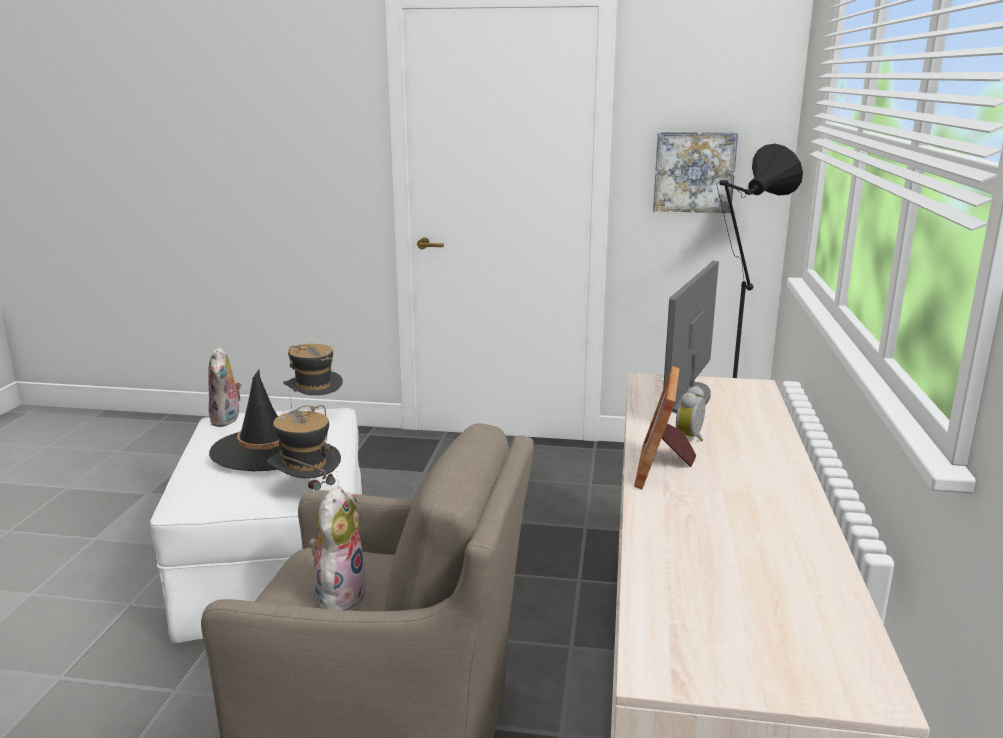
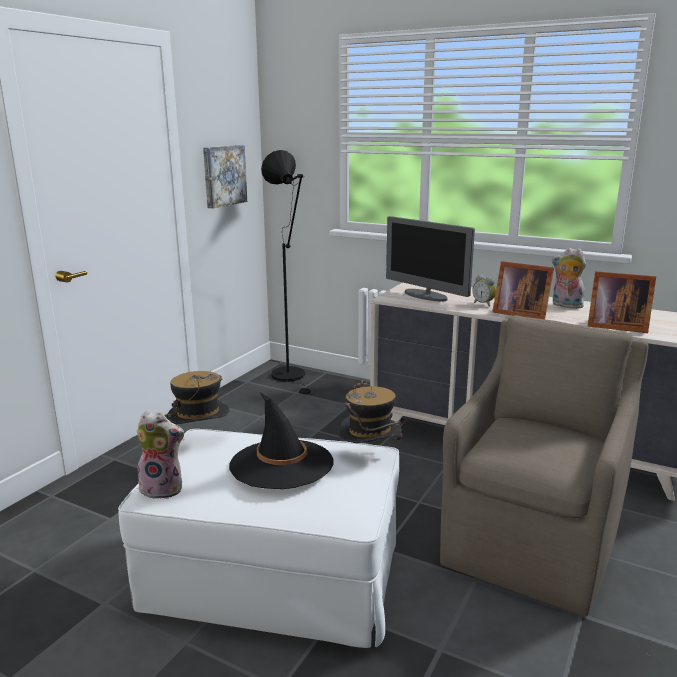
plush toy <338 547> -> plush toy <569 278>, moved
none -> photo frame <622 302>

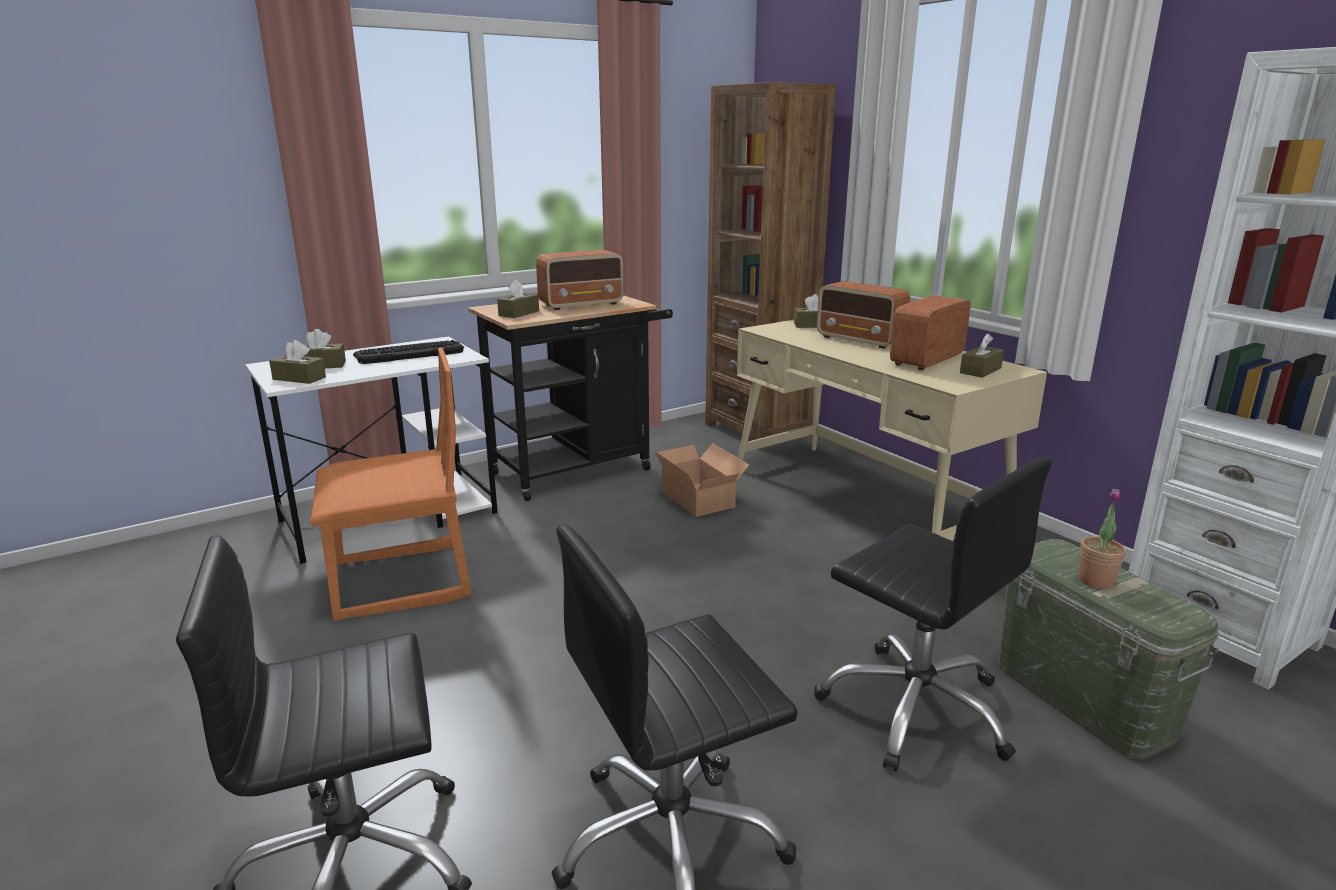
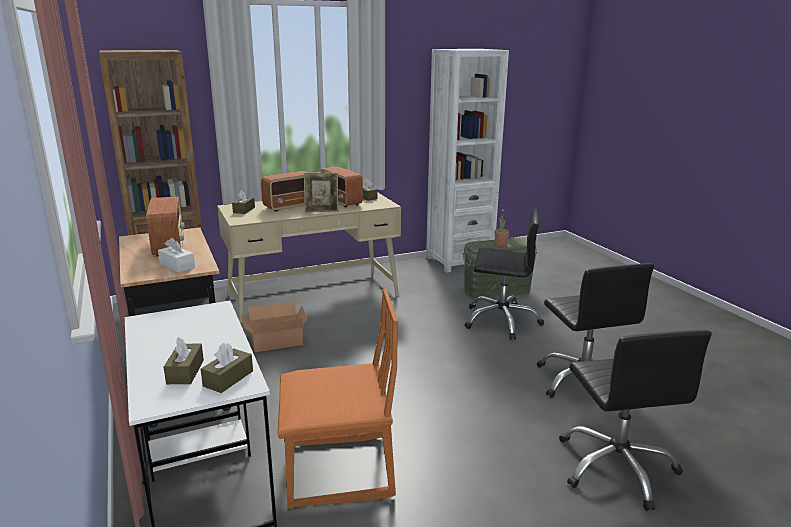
brown-coloured box of tissues <518 299> -> white-coloured box of tissues <176 255>
keyboard <408 352> -> none
orange-coloured plain chair <390 484> -> orange-coloured plain chair <337 398>, 90 degrees clockwise
blackish computer chair <933 614> -> blackish computer chair <504 273>, 45 degrees clockwise
none -> photo frame <321 193>

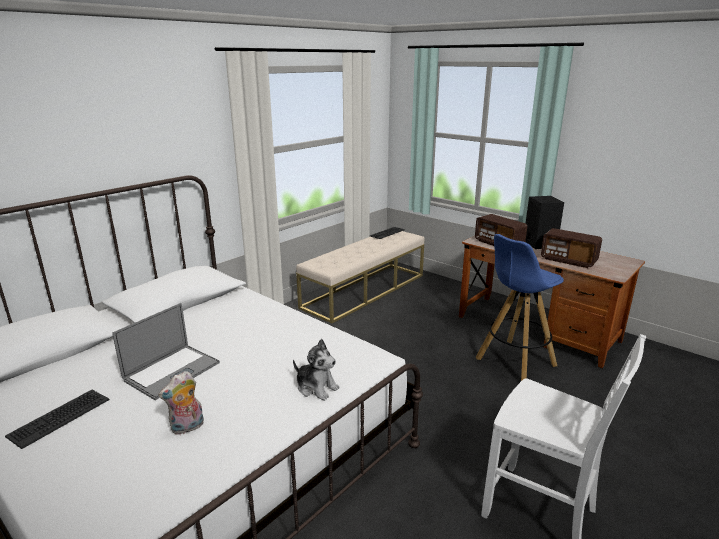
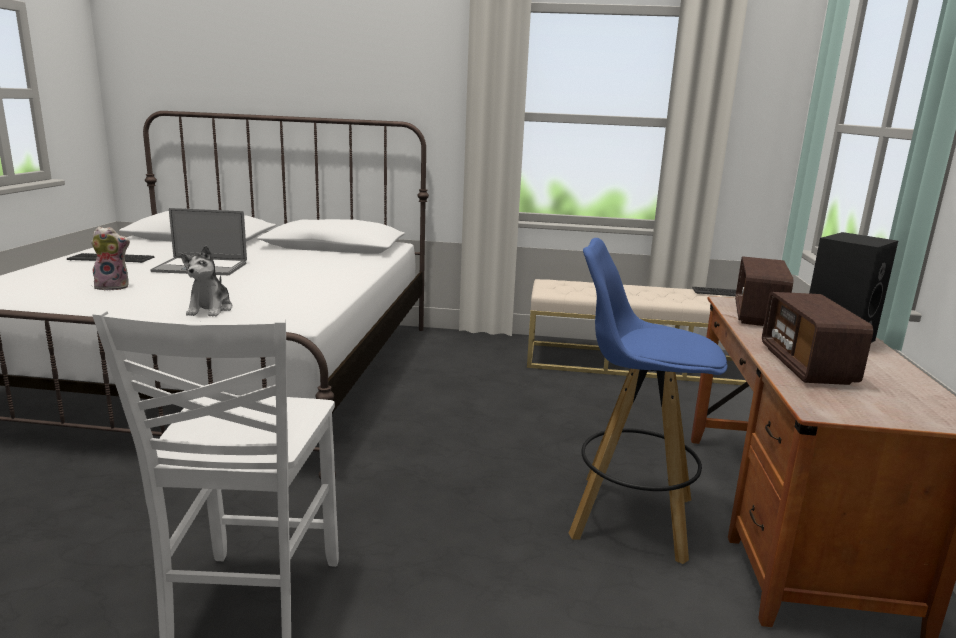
plush toy <181 403> -> plush toy <110 259>, 150 degrees clockwise

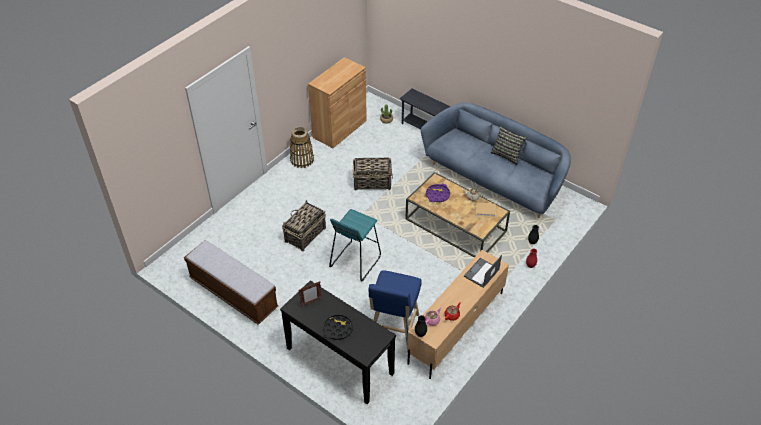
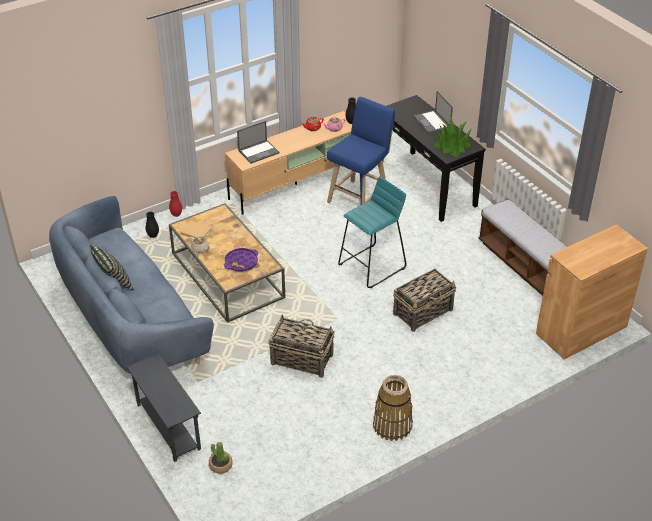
brown-coloured storage cabinet <337 102> -> brown-coloured storage cabinet <592 291>, moved
photo frame <310 294> -> houseplant <452 136>
blackish carrying tray <338 327> -> notebook computer <433 112>

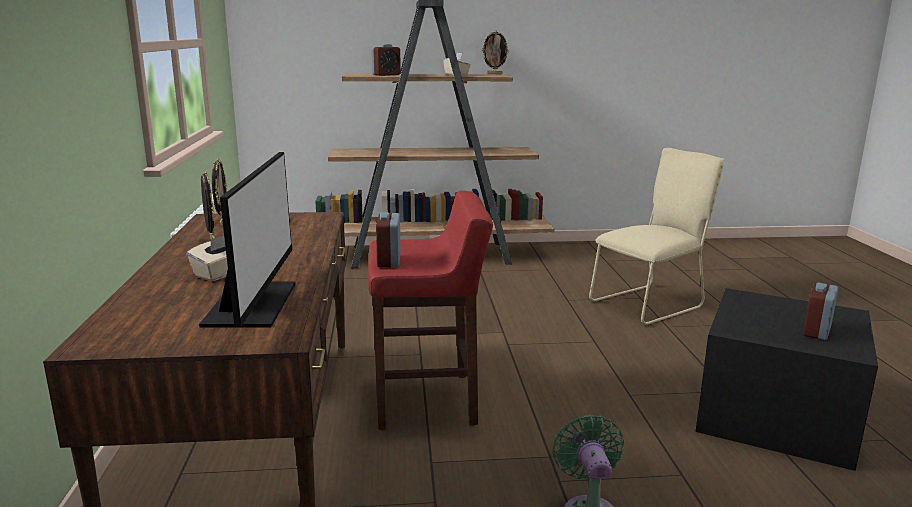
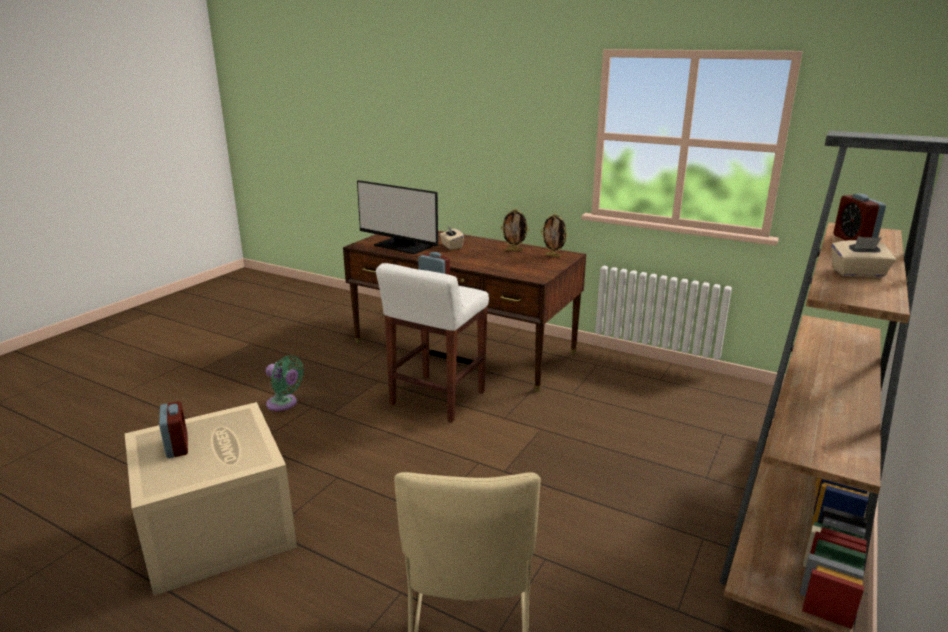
photo frame <495 52> -> none
red-coloured sitting stool <430 310> -> white-coloured sitting stool <432 343>
blackish storage box <786 379> -> beige storage box <211 499>

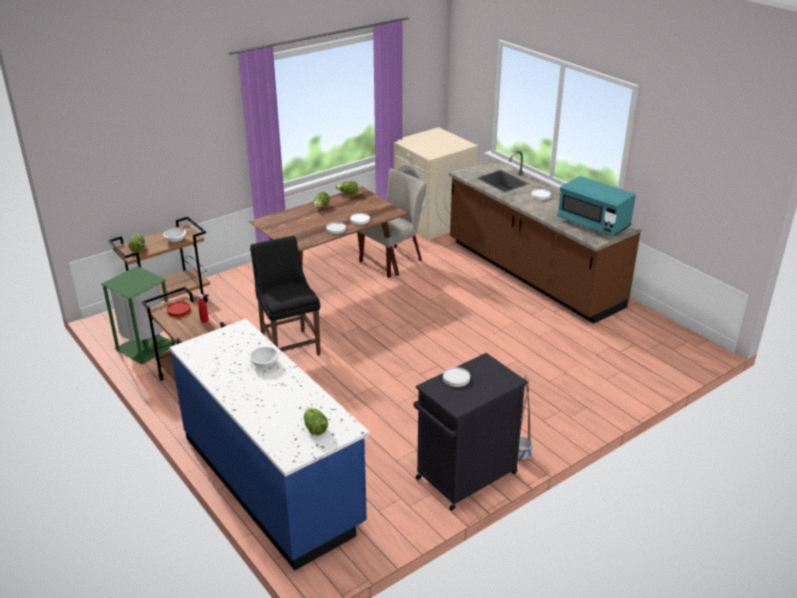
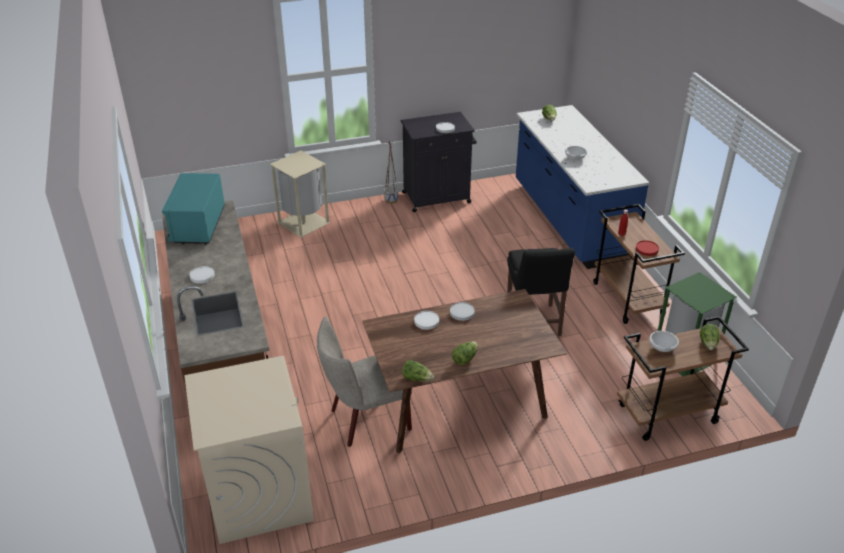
blue-green microwave oven <596 206> -> blue-green microwave oven <193 209>, 150 degrees counterclockwise
none -> beige trash can <300 194>

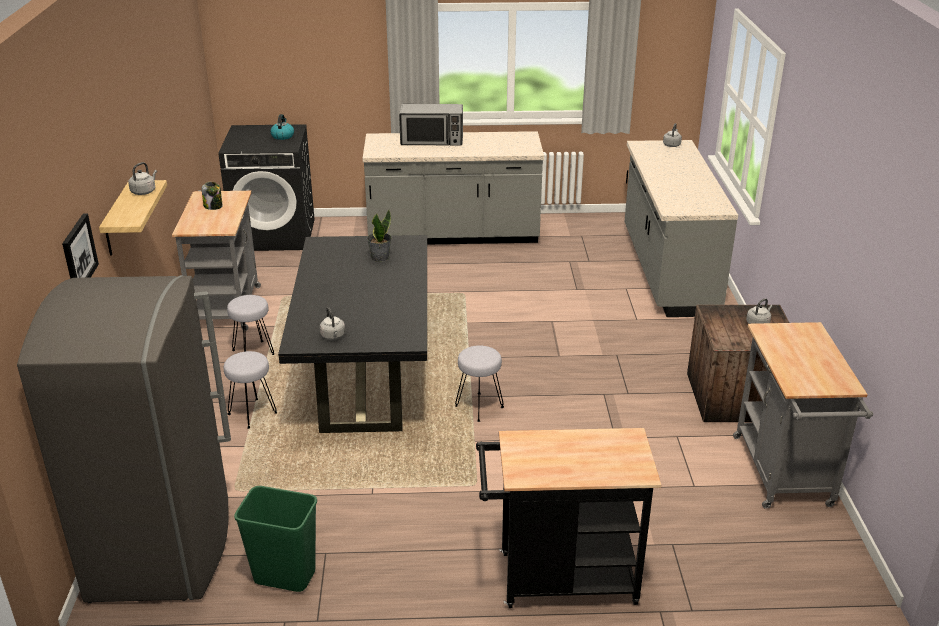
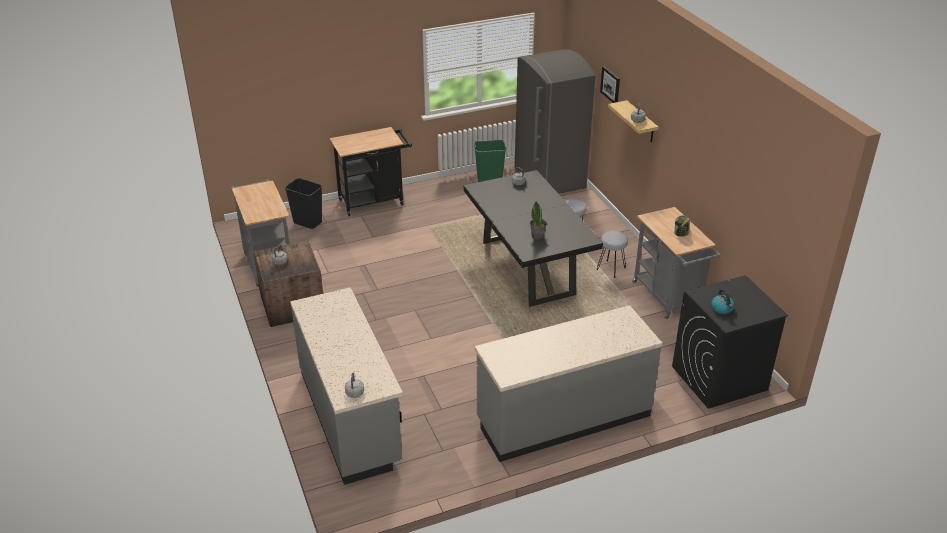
microwave oven <431 125> -> none
gray sitting stool <479 384> -> none
none -> blackish trash can <303 203>

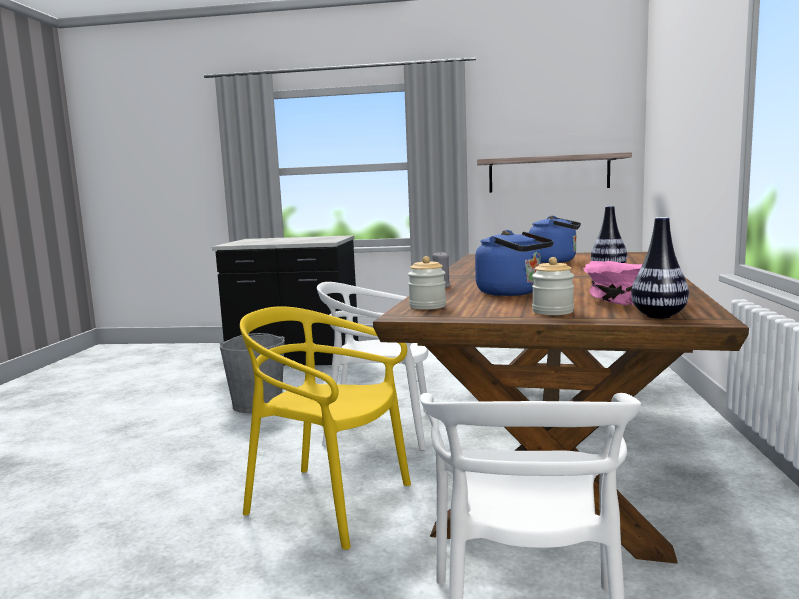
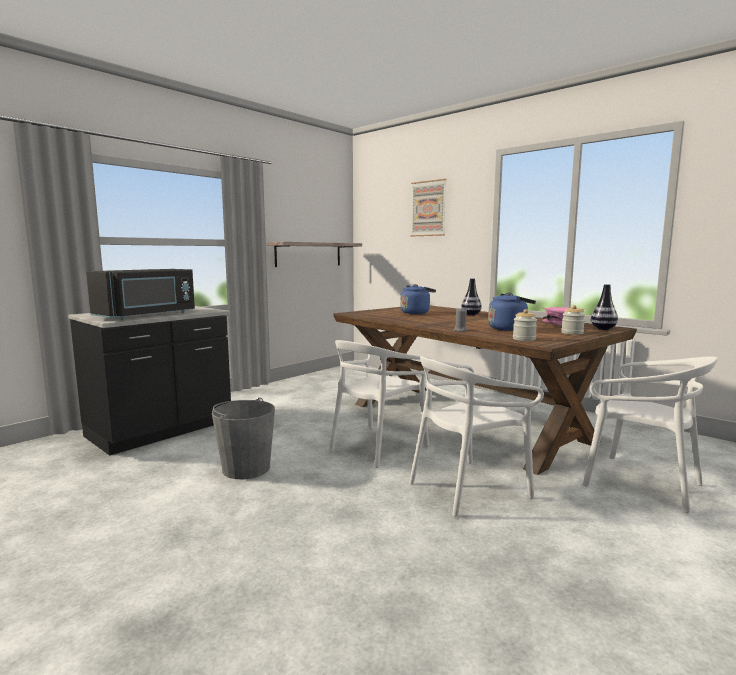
yellow plain chair <325 428> -> white-coloured plain chair <476 436>
none -> wall art <428 207>
none -> blackish microwave oven <140 294>

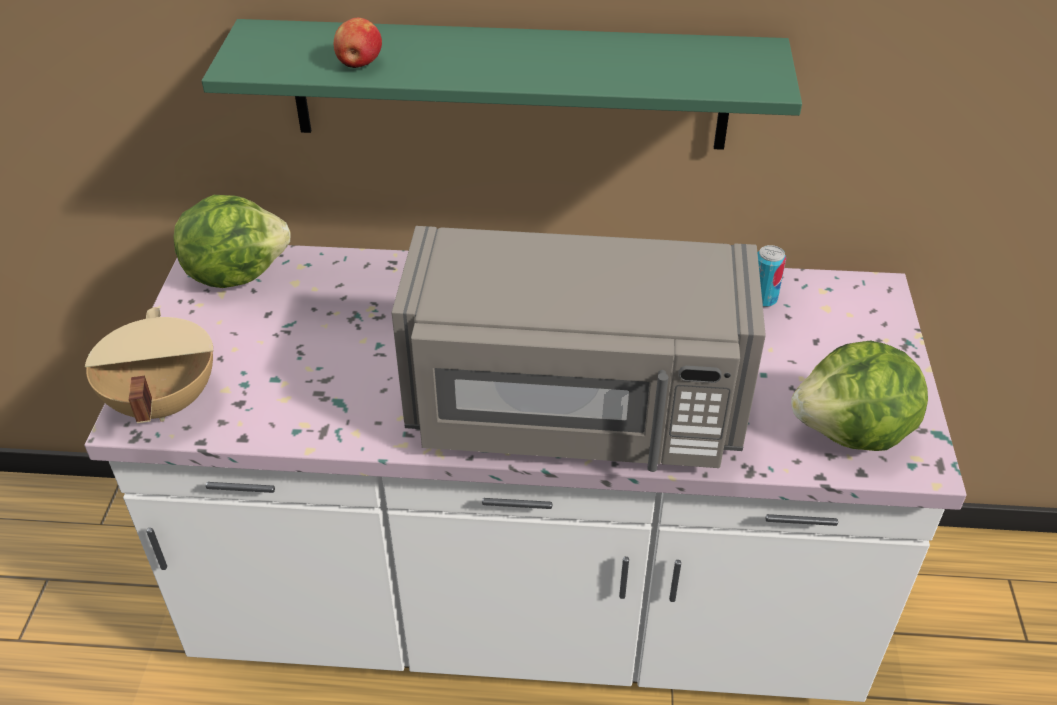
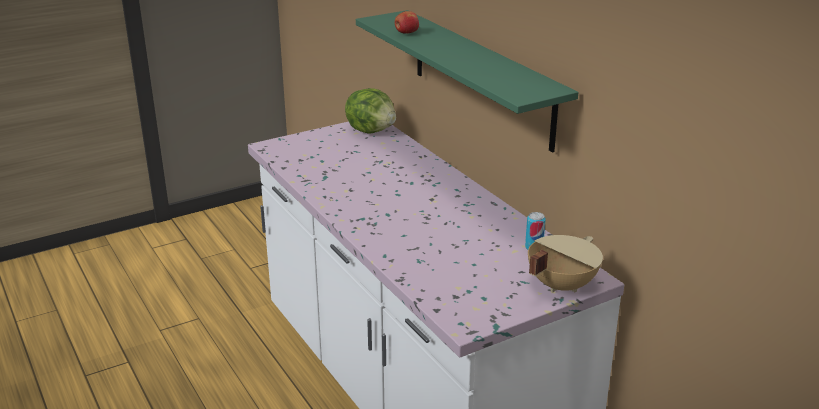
gray microwave oven <579 349> -> none
beige stockpot <149 365> -> beige stockpot <565 264>, moved
lettuce head <859 395> -> none

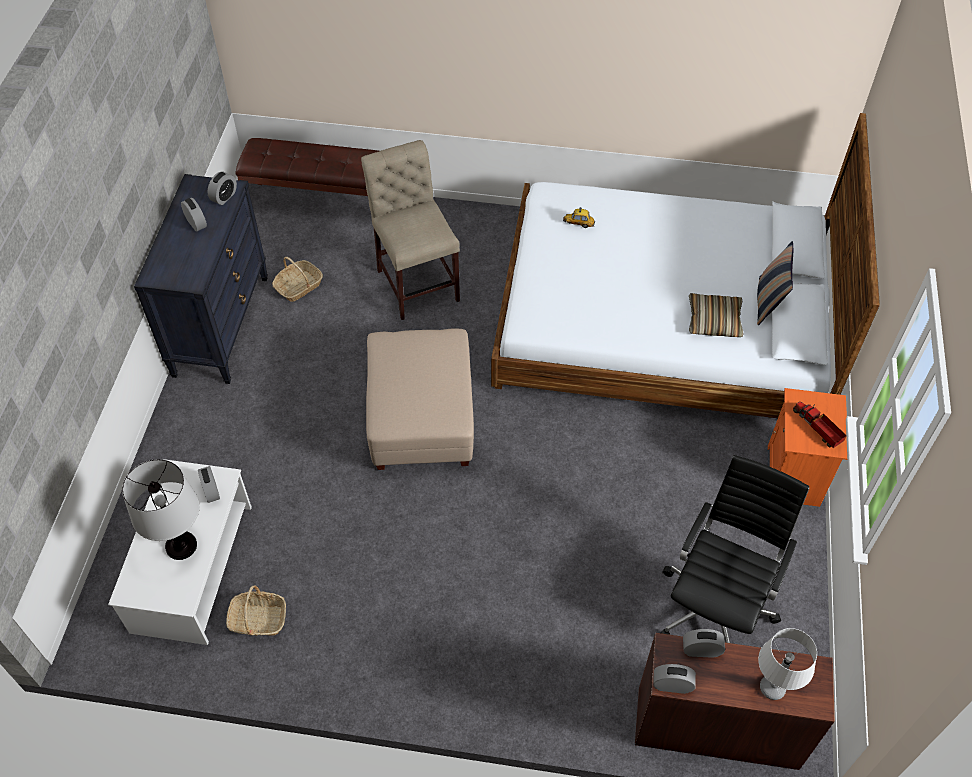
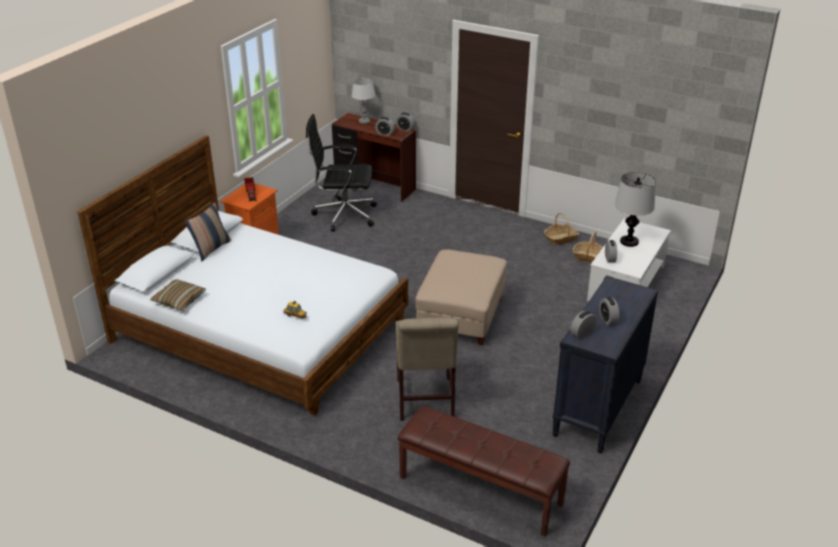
household basket <297 279> -> household basket <561 229>, moved
pillow <716 315> -> pillow <178 295>, moved
blackish computer chair <735 549> -> blackish computer chair <341 173>, 45 degrees clockwise

